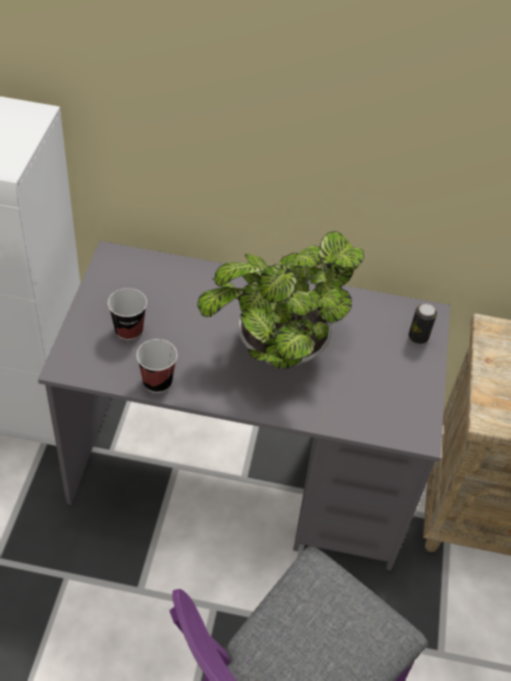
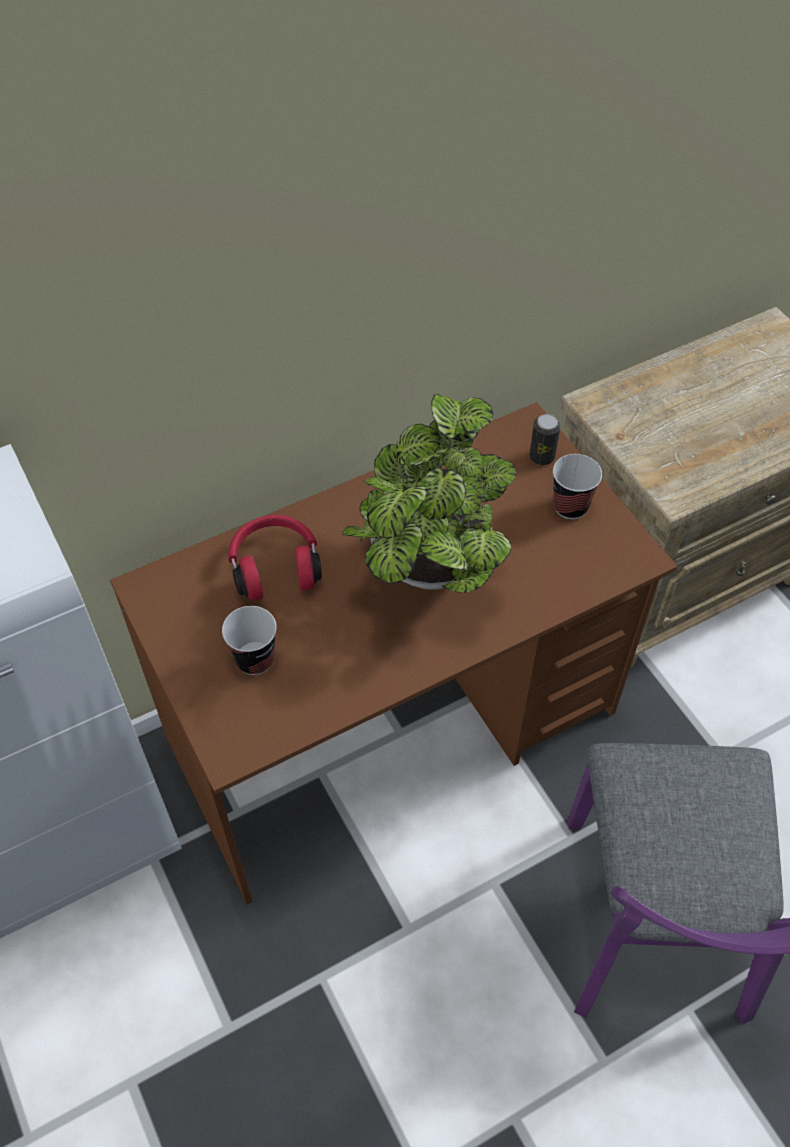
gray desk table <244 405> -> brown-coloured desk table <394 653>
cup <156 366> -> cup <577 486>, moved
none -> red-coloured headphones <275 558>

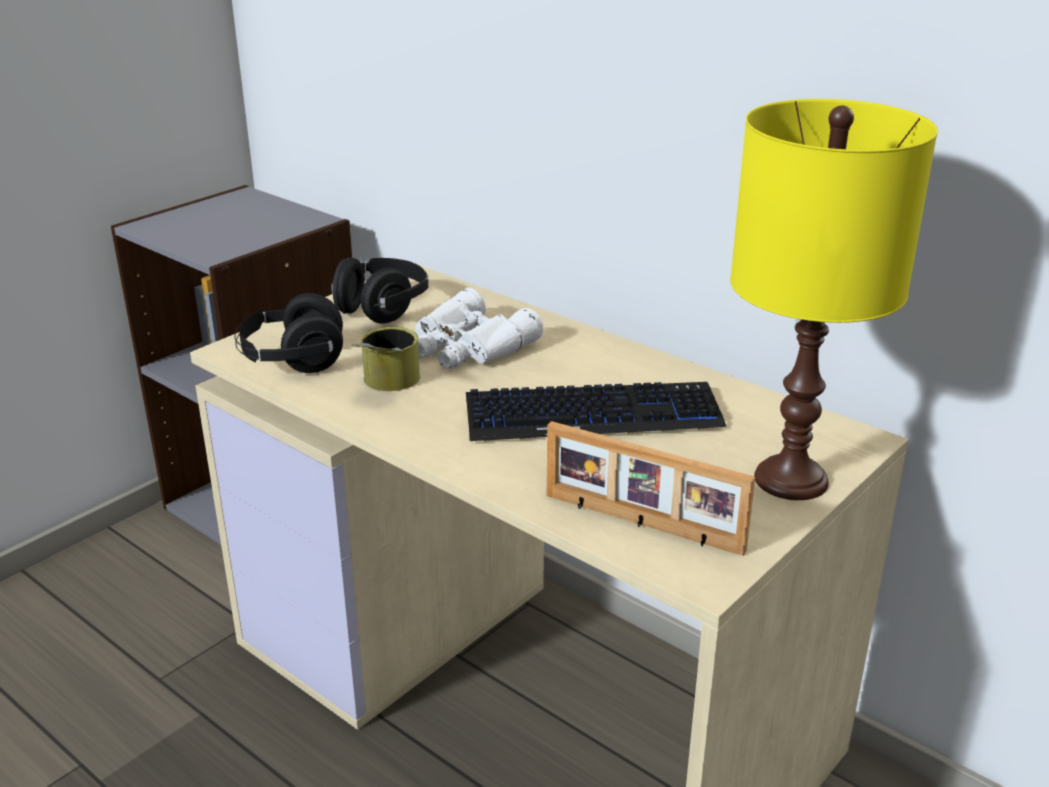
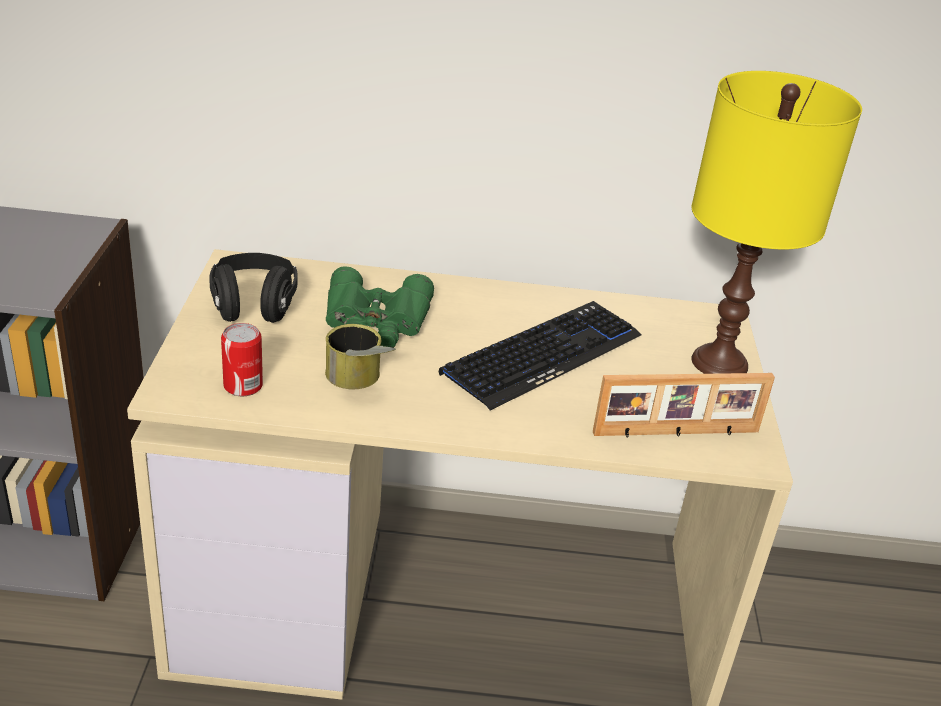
white-coloured pair of binoculars <479 328> -> greenish pair of binoculars <380 307>
blackish headphones <288 333> -> sealed can <242 359>

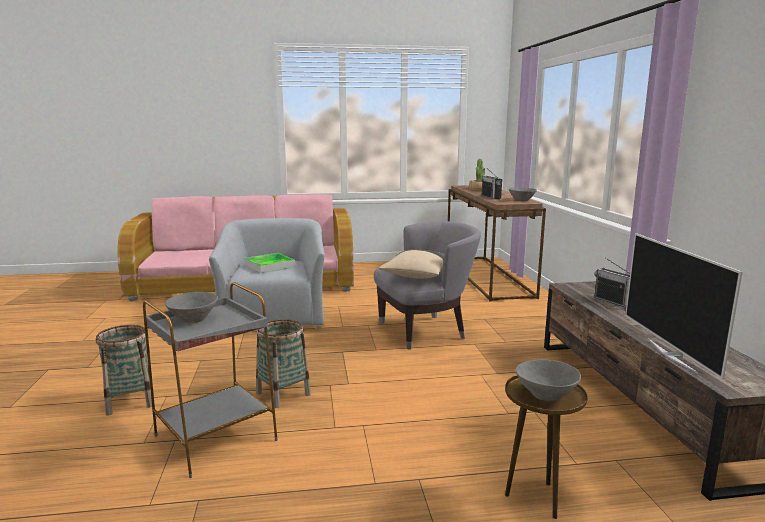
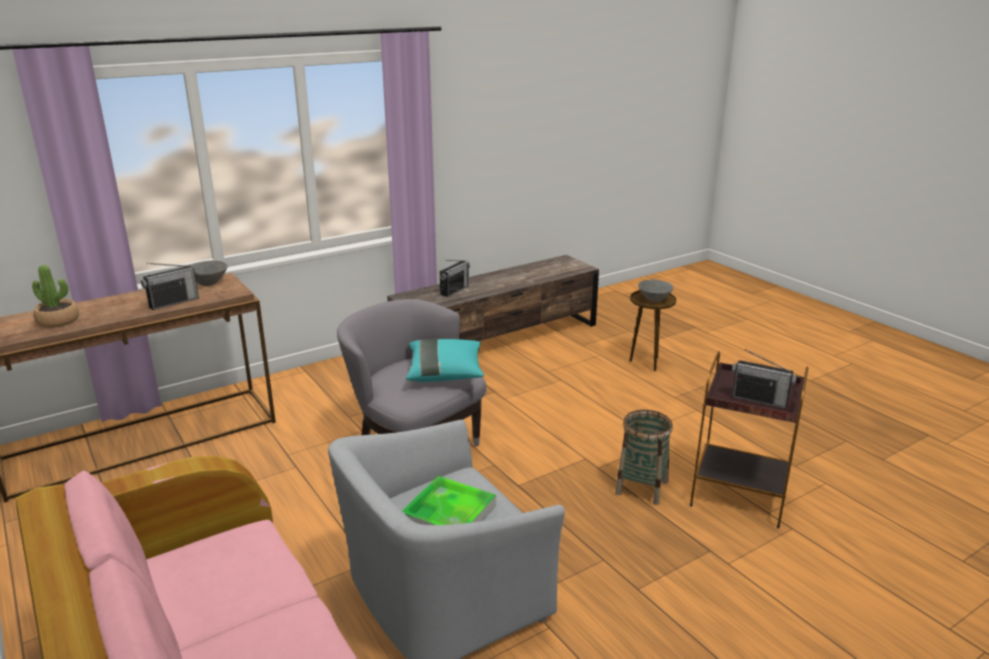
TV set <684 306> -> none
beige pillow <411 264> -> blue-green pillow <445 360>
gray accent table <210 380> -> brown-coloured accent table <749 439>
gray serving bowl <191 307> -> radio set <764 379>
household basket <123 370> -> none

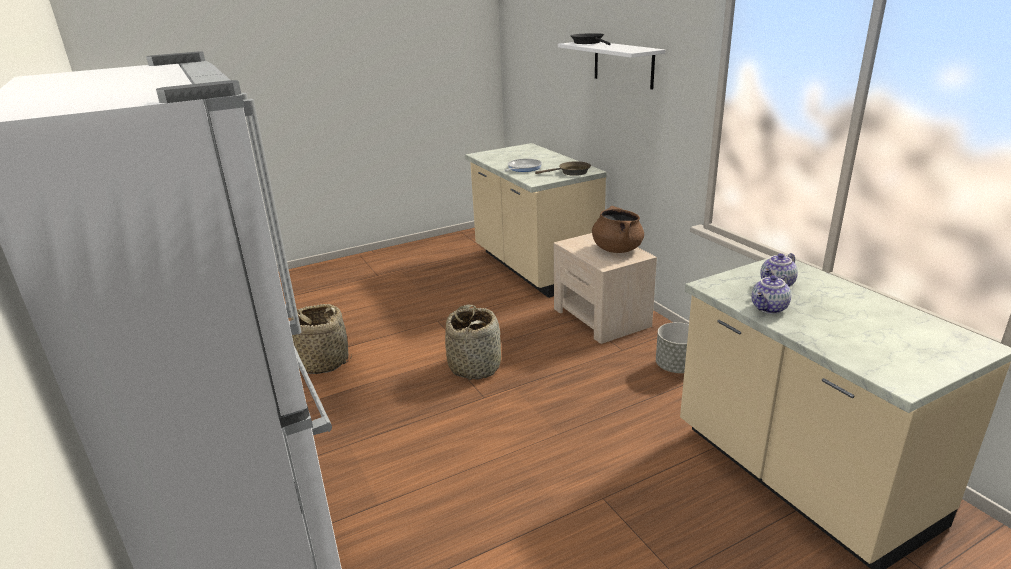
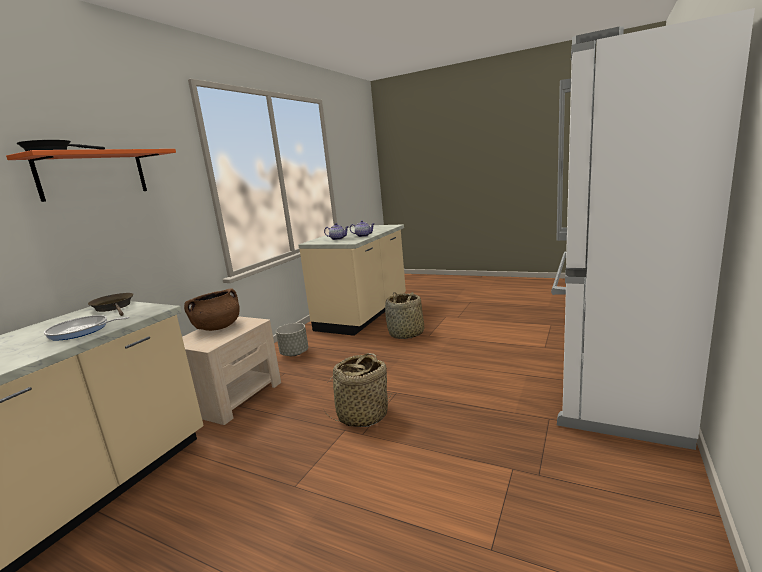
white-coloured wall shelf <611 66> -> orange-coloured wall shelf <91 175>
household basket <320 339> -> household basket <404 315>, moved

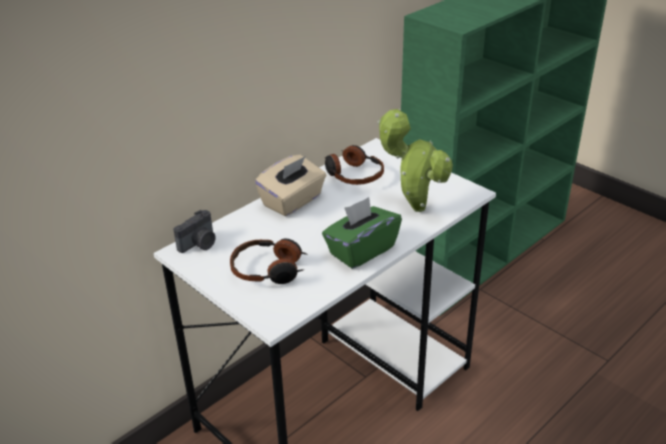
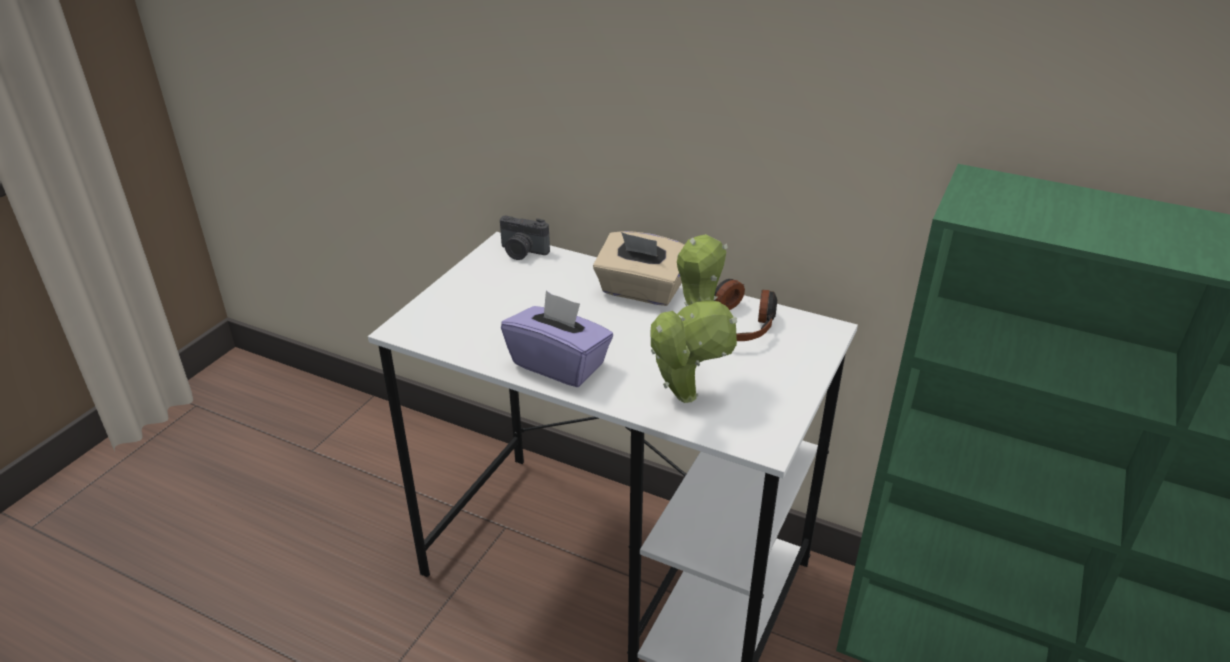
greenish box of tissues <362 233> -> purplish box of tissues <557 339>
headphones <269 261> -> none

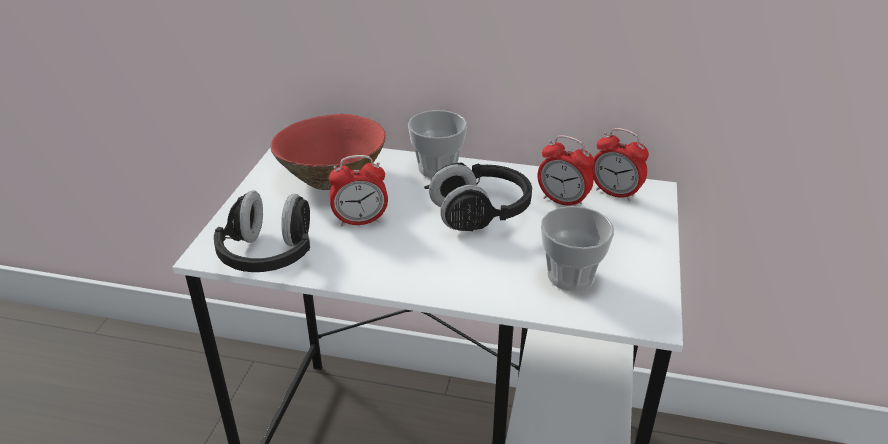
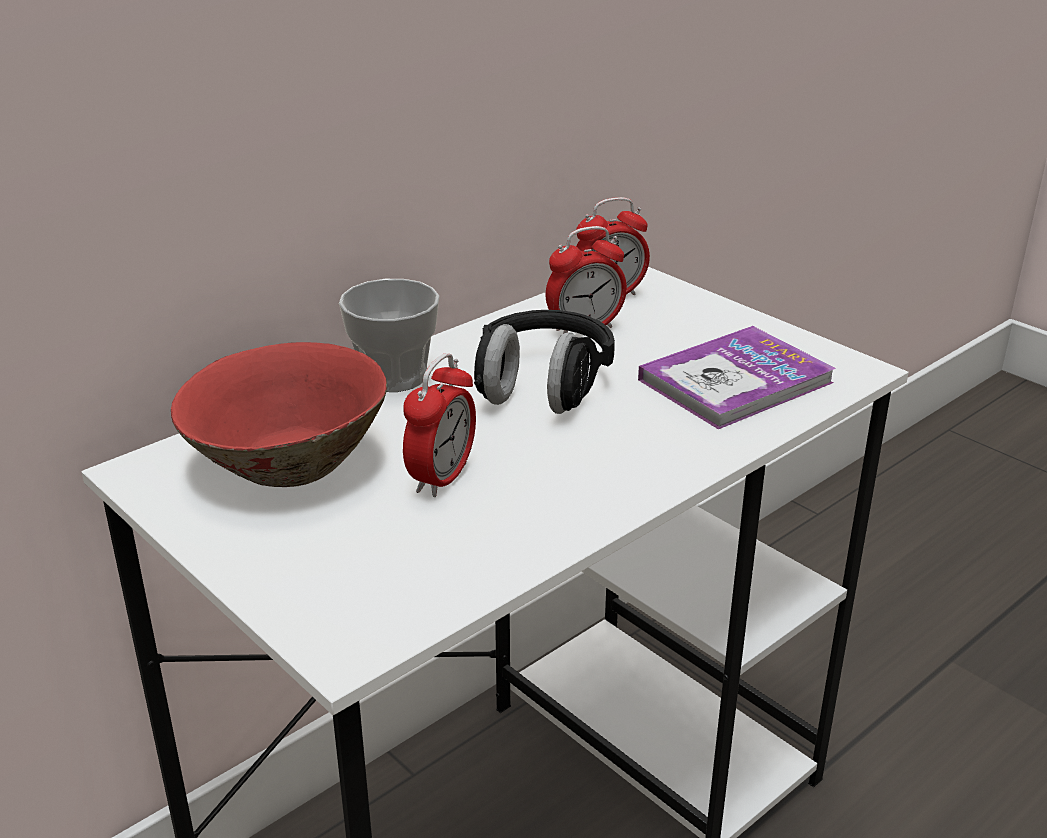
blackish headphones <262 231> -> none
cup <577 249> -> bound book <737 377>

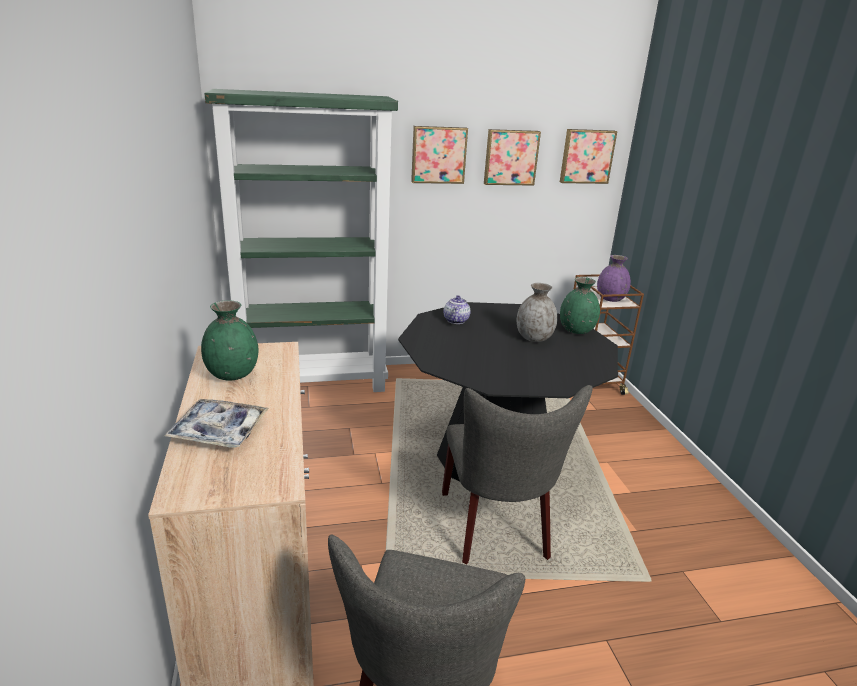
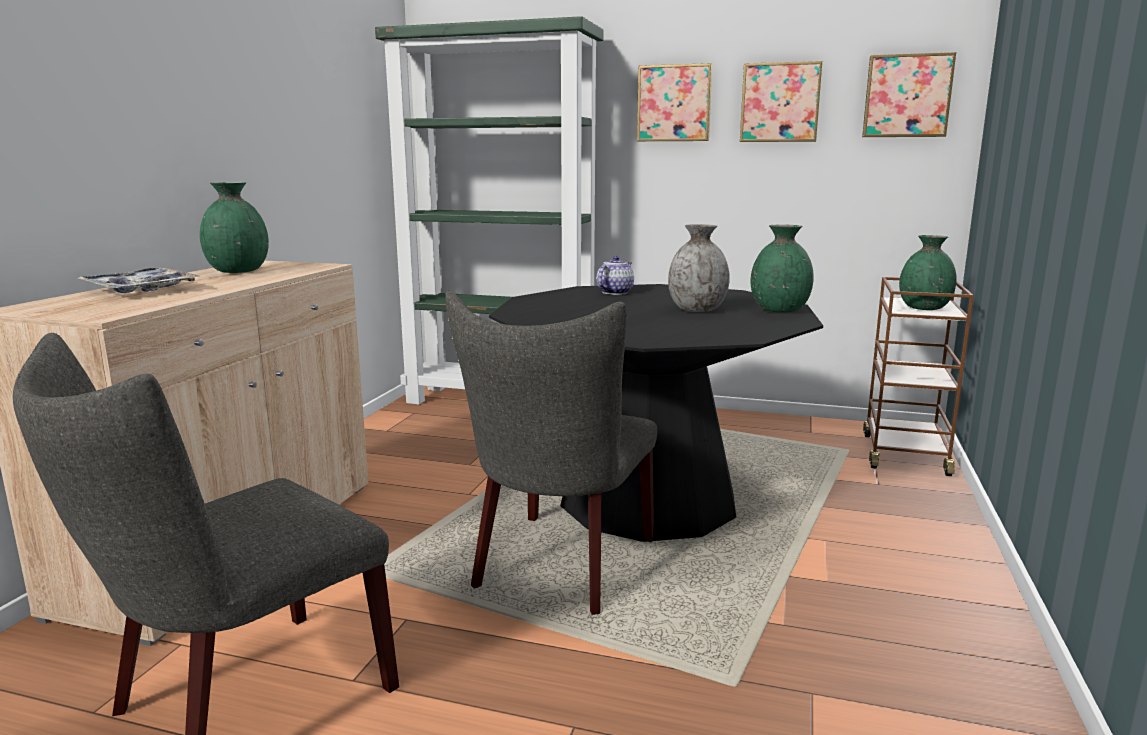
purplish flower vase <614 278> -> greenish flower vase <928 272>

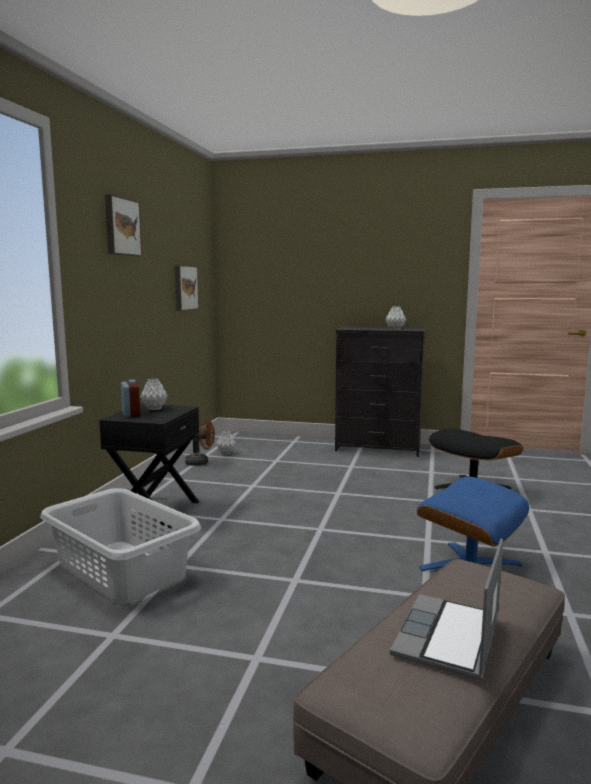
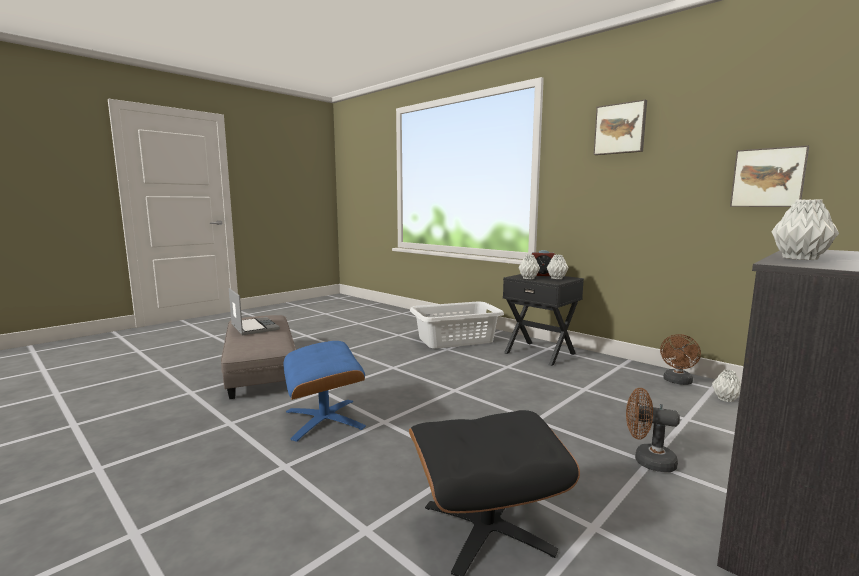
none -> gray flower vase <529 267>
none -> brown-coloured fan <653 430>

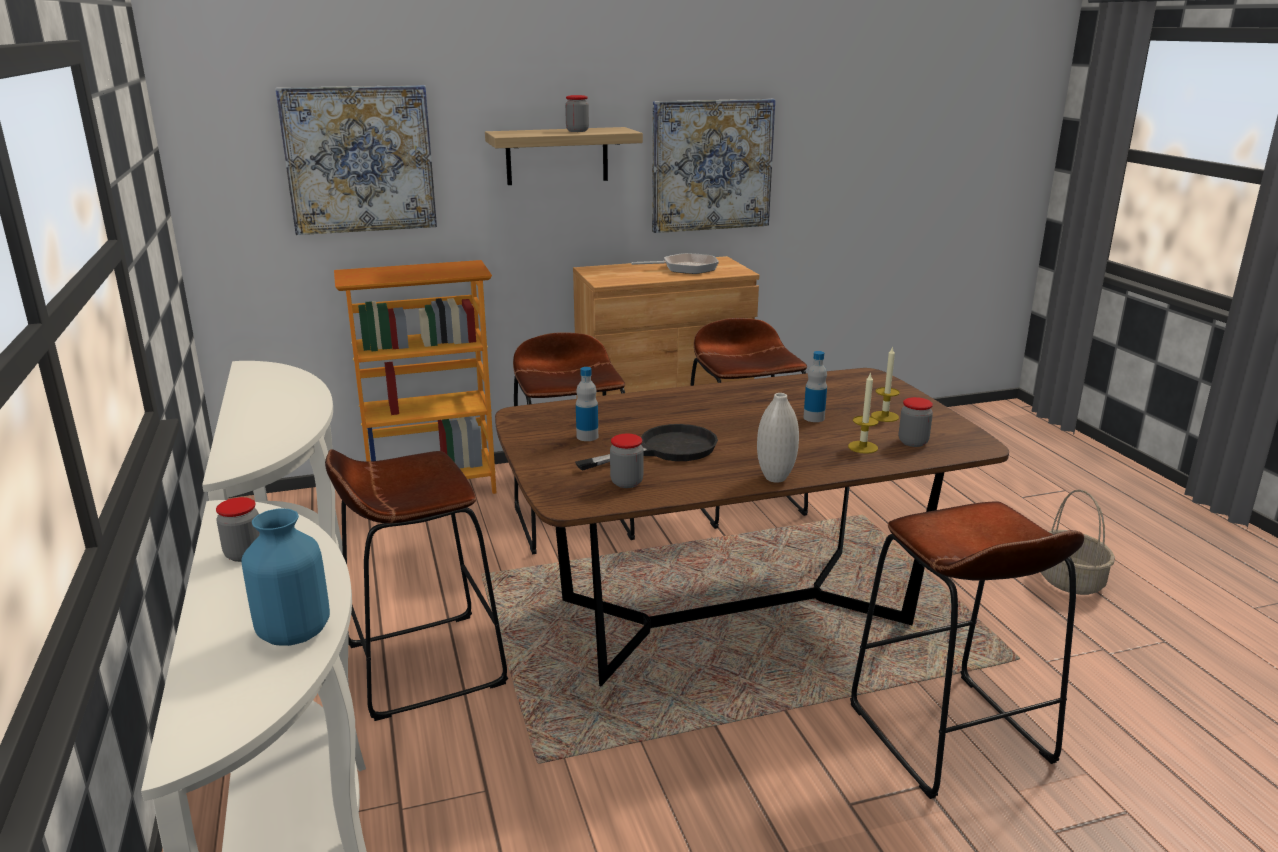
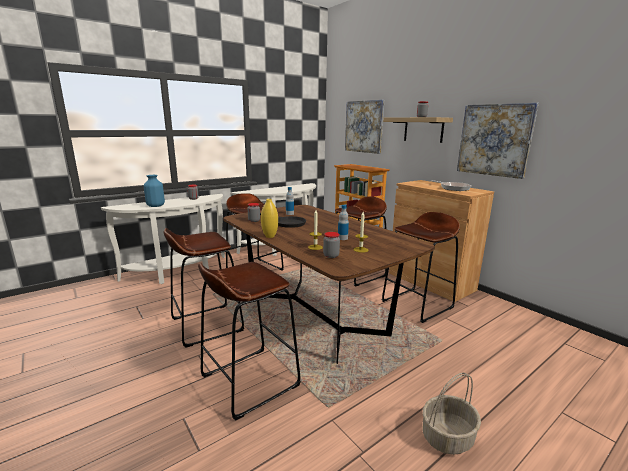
white-coloured flower vase <778 438> -> yellow flower vase <269 218>
none -> brown-coloured sitting stool <204 288>

